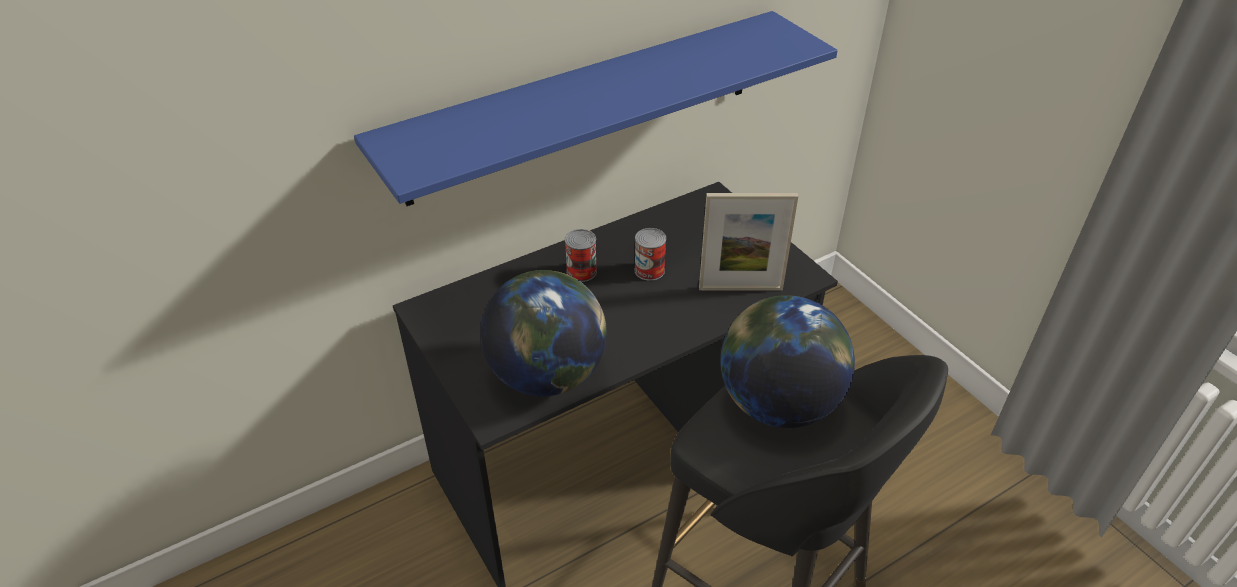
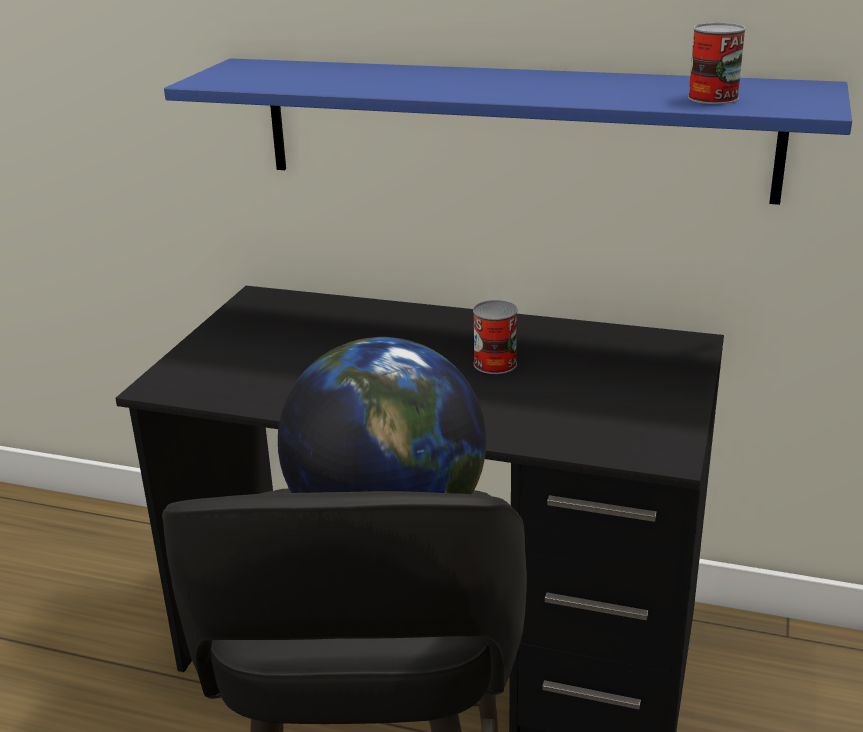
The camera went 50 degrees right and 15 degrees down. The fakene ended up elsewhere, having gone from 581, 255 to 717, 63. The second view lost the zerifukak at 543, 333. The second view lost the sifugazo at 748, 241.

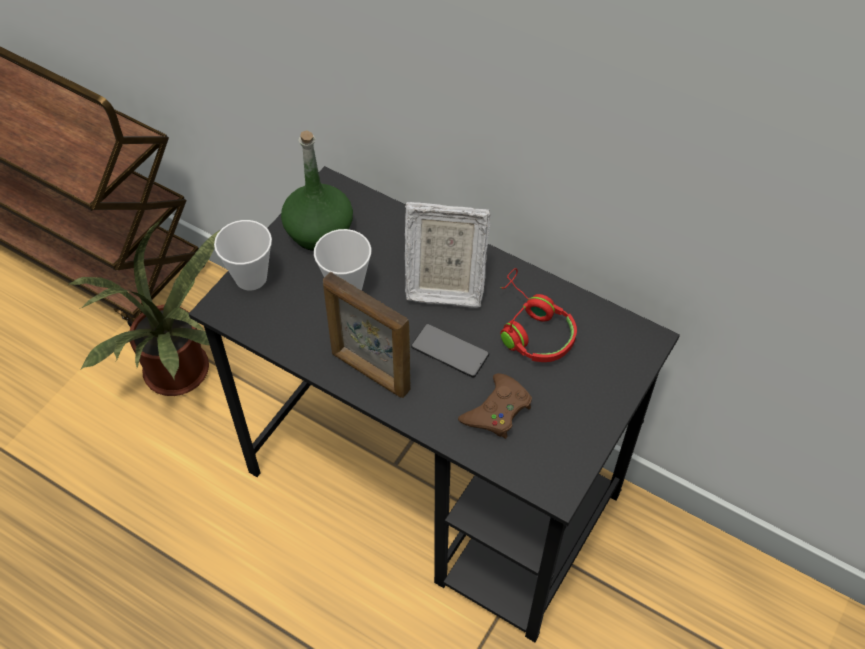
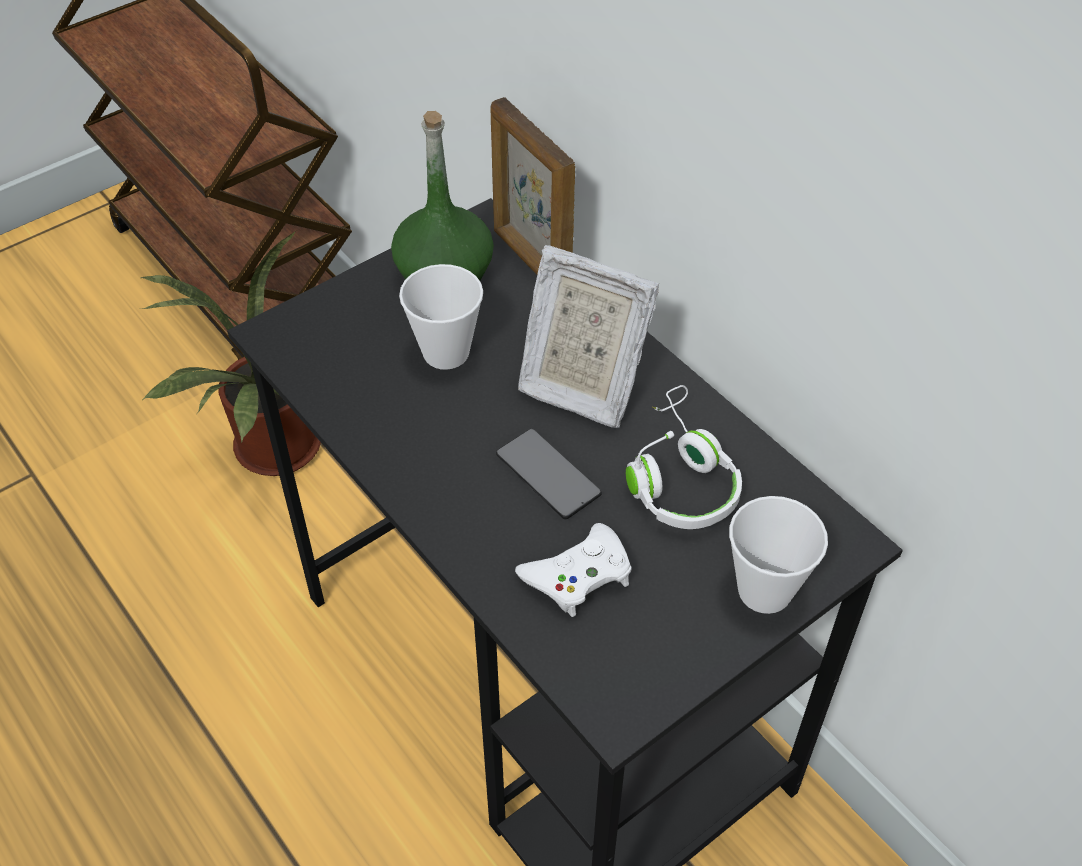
The camera went 20 degrees right and 5 degrees down. The sifugazo ended up elsewhere, having gone from 367, 335 to 532, 186. What was the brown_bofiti at 495, 406 turned into the white_bofiti at 573, 570. What was the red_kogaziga at 538, 315 turned into the white_kogaziga at 684, 457. The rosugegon ended up elsewhere, having gone from 243, 255 to 778, 555.

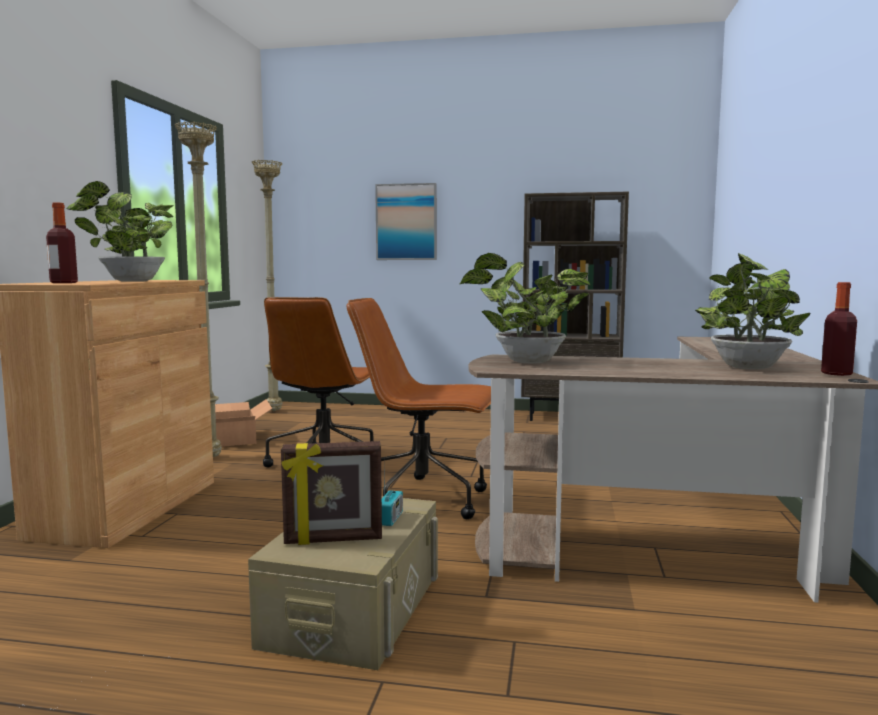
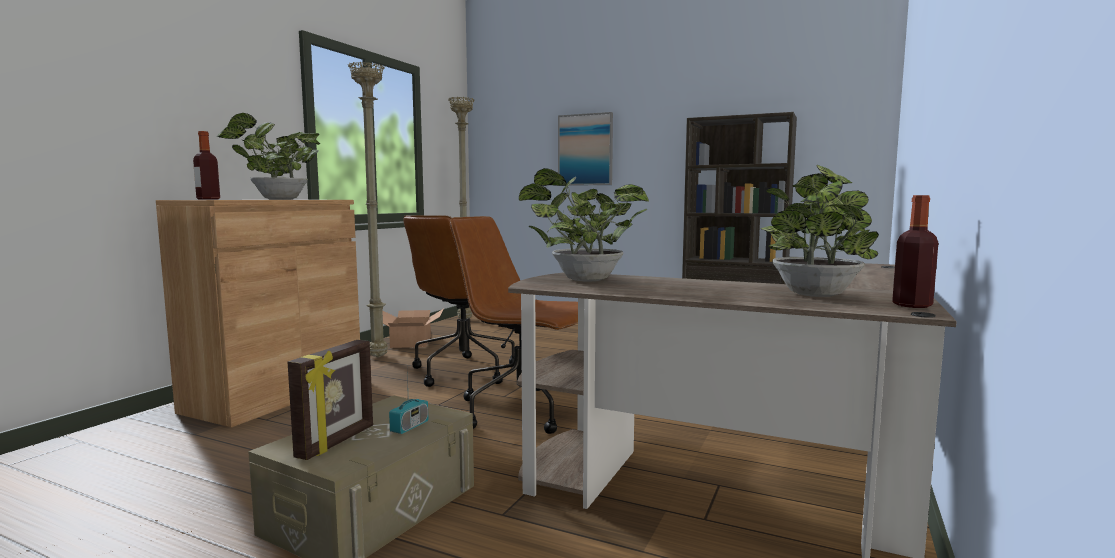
The camera went 15 degrees right and 0 degrees up. The sifugazo at 331, 493 ended up facing another way, 75 degrees counterclockwise from before.

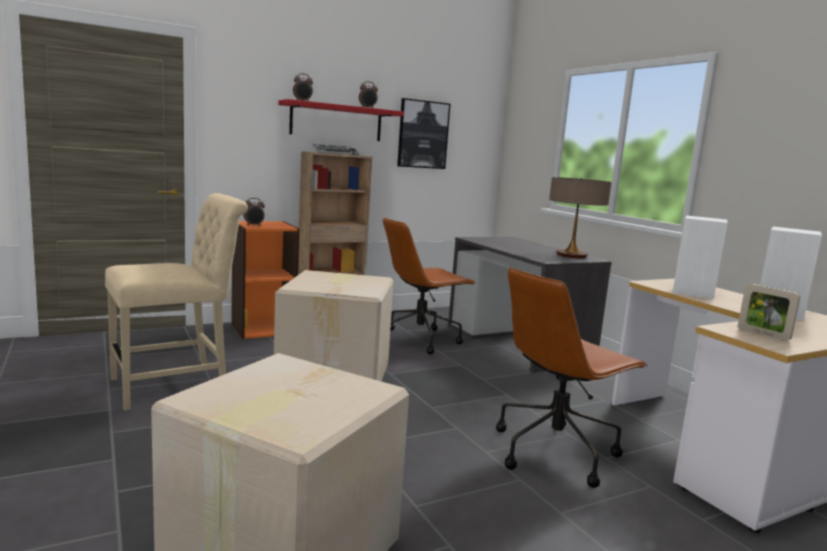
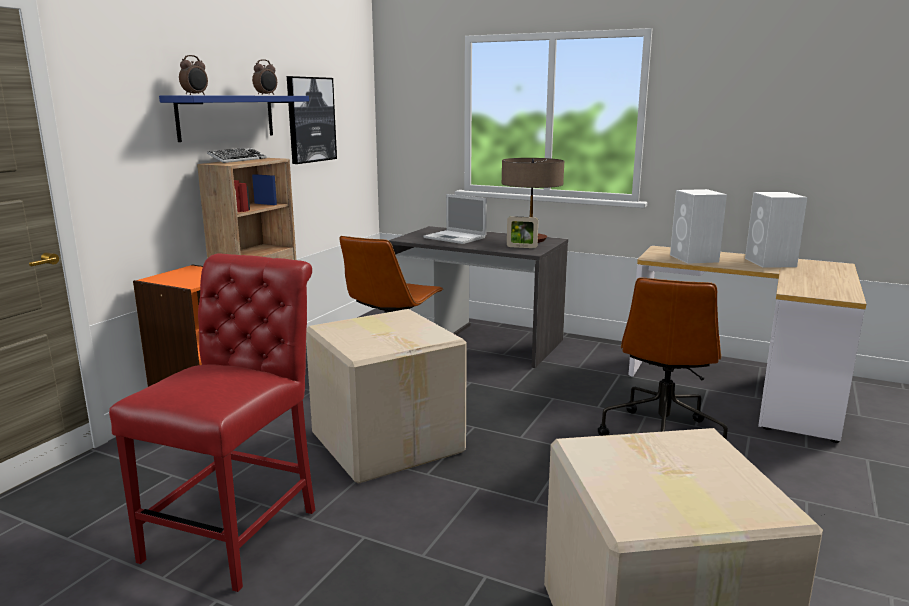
The camera went 35 degrees left and 5 degrees up. What was the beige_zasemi at 176, 301 turned into the red_zasemi at 212, 422. What was the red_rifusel at 341, 120 turned into the blue_rifusel at 234, 119. The second view gained the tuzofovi at 455, 219. The sifugazo ended up elsewhere, having gone from 769, 312 to 522, 232. The second view lost the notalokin at 254, 212.

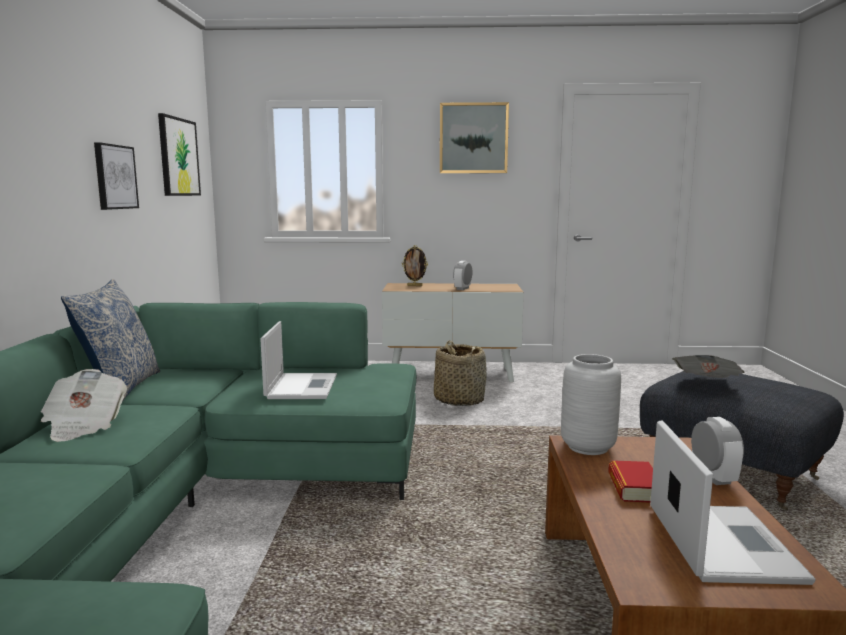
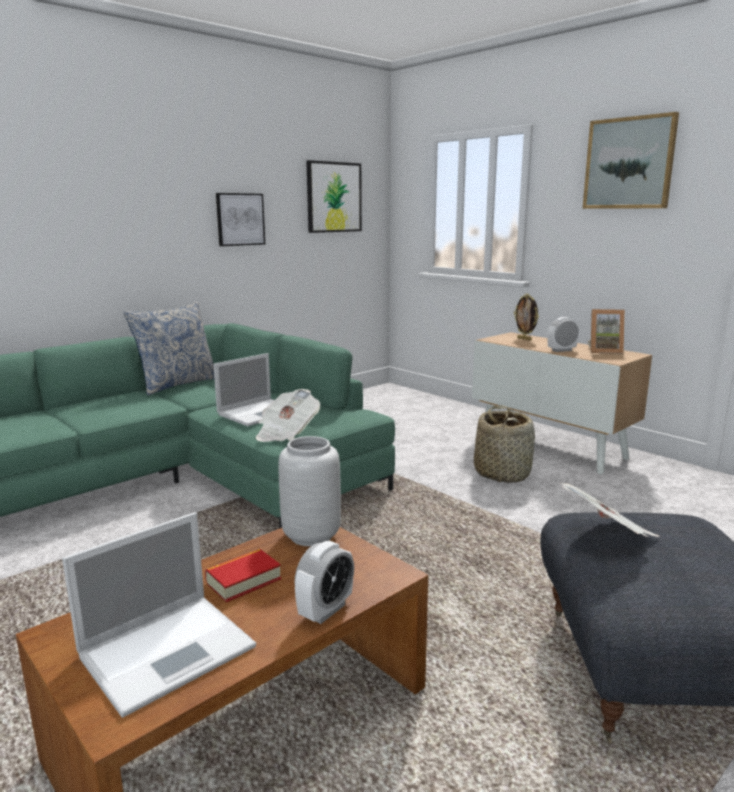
The camera went 45 degrees right and 5 degrees up. The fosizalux ended up elsewhere, having gone from 84, 405 to 288, 415. The second view gained the sifugazo at 606, 331.

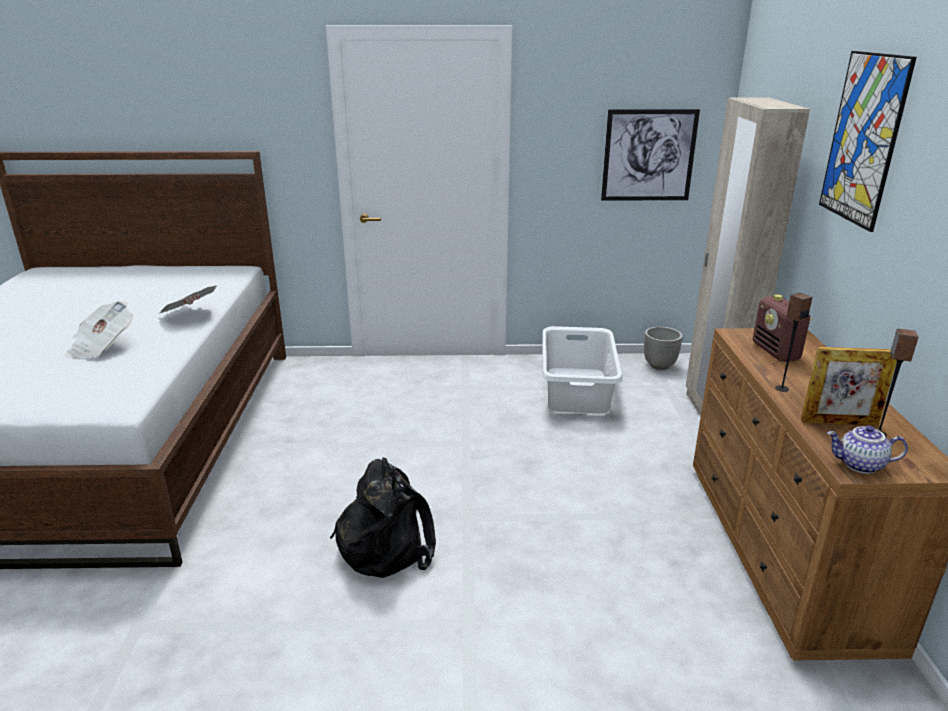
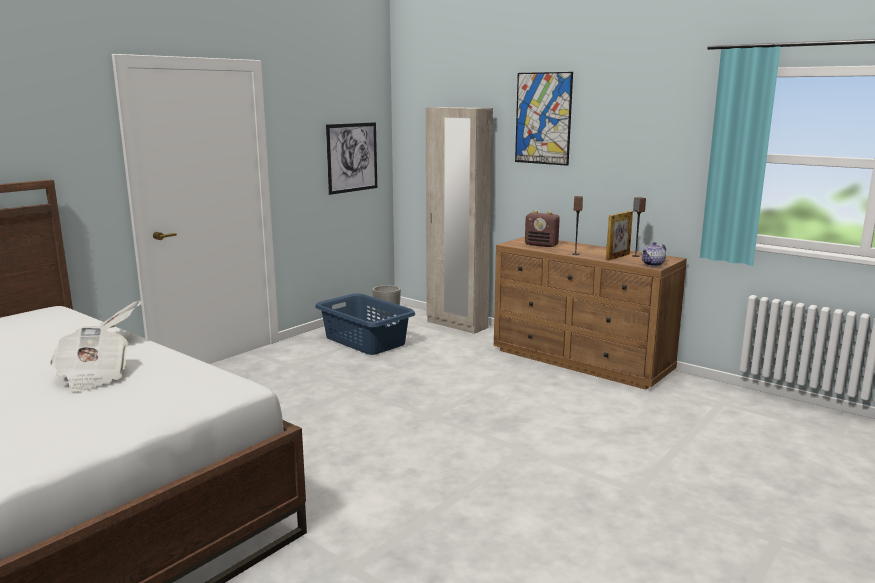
The camera went 50 degrees left and 10 degrees down. What was the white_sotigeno at 582, 369 turned into the blue_sotigeno at 365, 324. The second view lost the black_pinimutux at 383, 518.

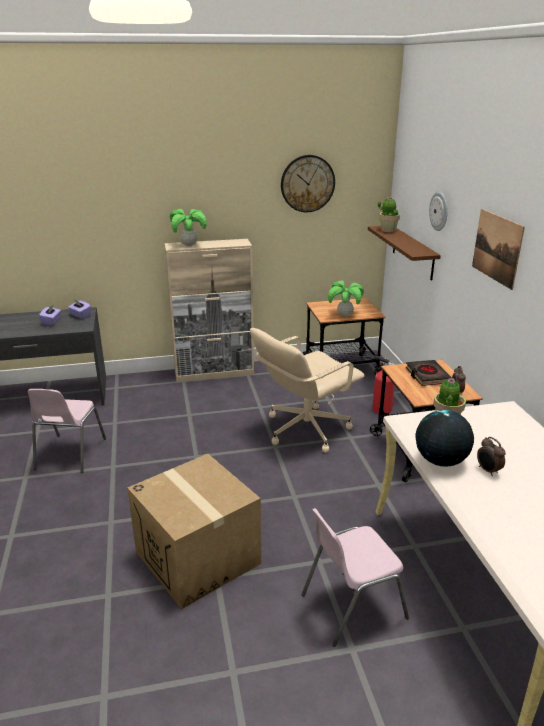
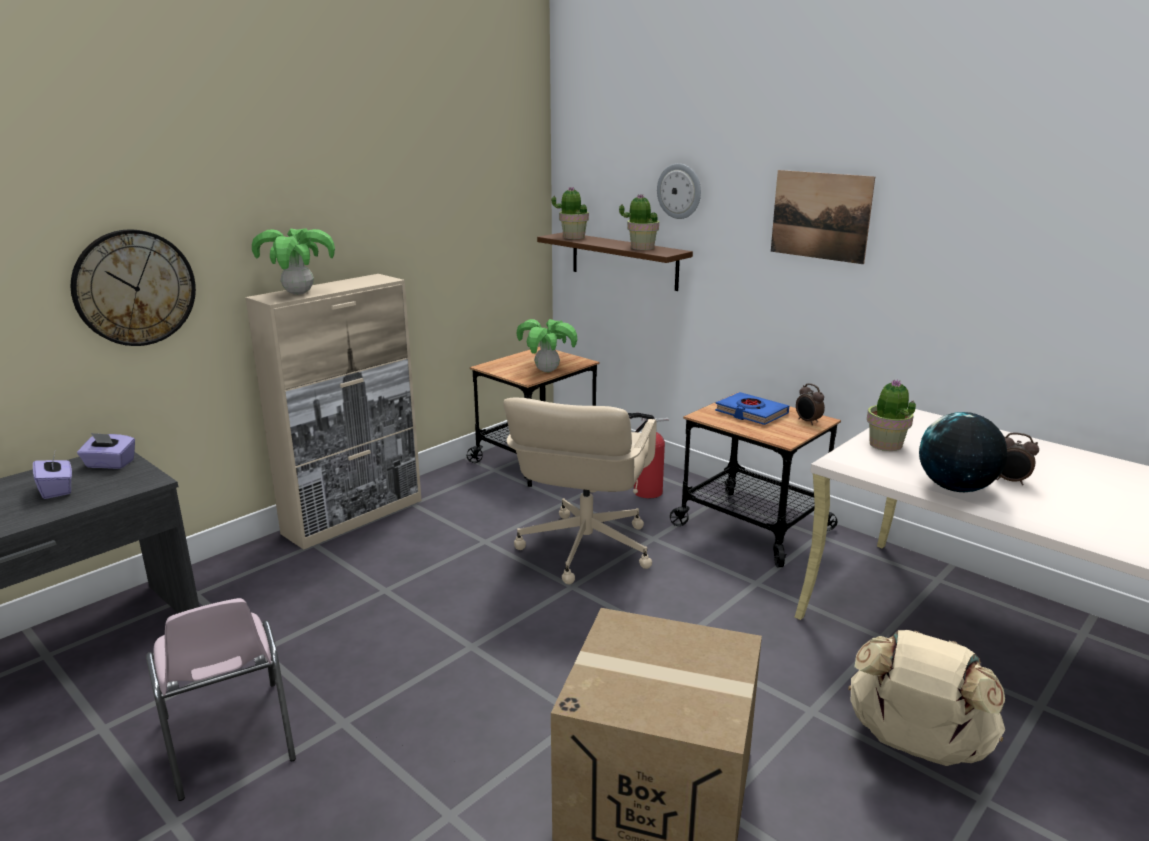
The camera went 35 degrees left and 5 degrees down. The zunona ended up elsewhere, having gone from 308, 183 to 133, 287. The second view gained the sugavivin at 639, 222. What was the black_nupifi at 429, 373 turned into the blue_nupifi at 752, 408. Where the pink_zasemi stood at 355, 577, the beige_pinimutux came to stand at 926, 698.

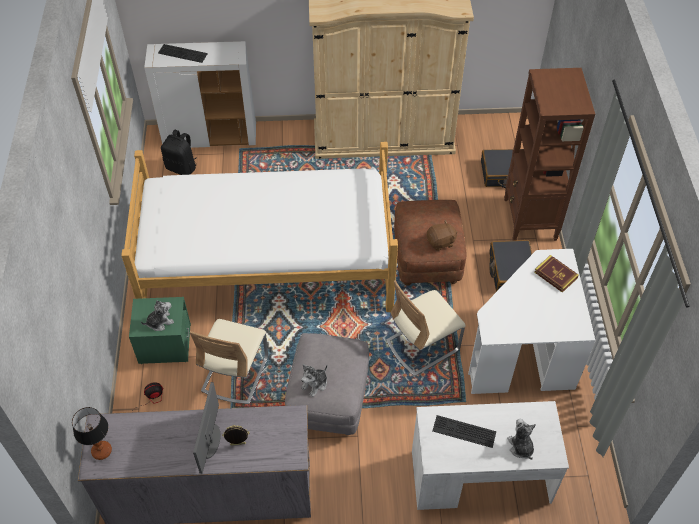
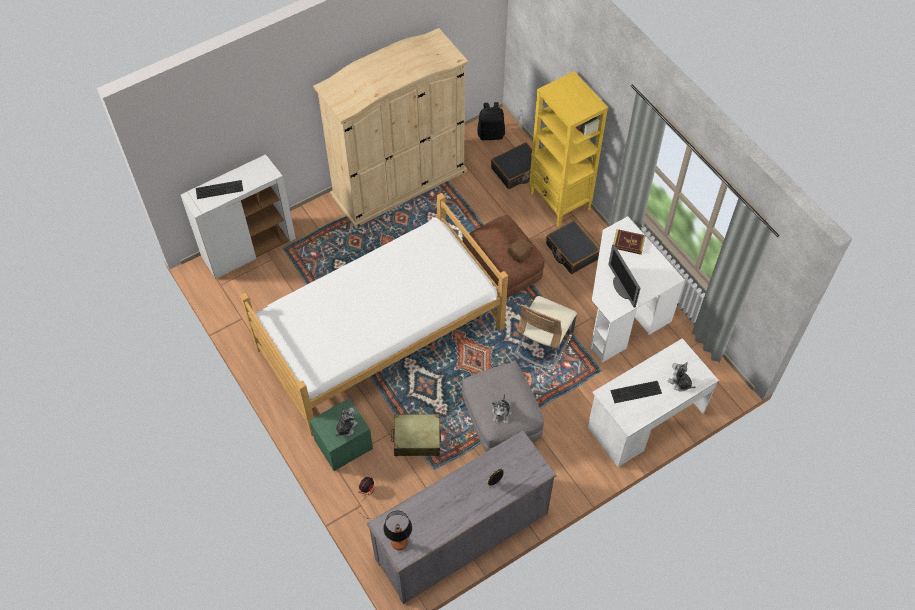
The camera went 30 degrees left and 5 degrees up. Where the beige_zasemi stood at 229, 361, the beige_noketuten came to stand at 416, 435. The black_pinimutux ended up elsewhere, having gone from 179, 152 to 491, 121. What was the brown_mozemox at 549, 154 turned into the yellow_mozemox at 568, 149. The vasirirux ended up elsewhere, having gone from 207, 428 to 624, 276.

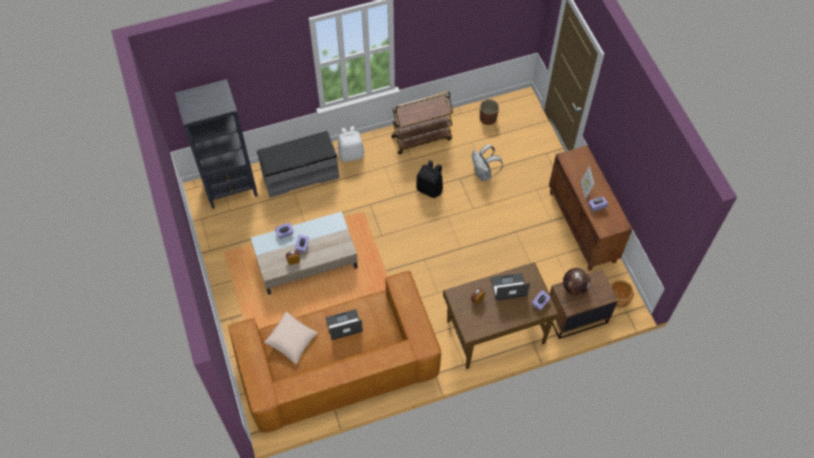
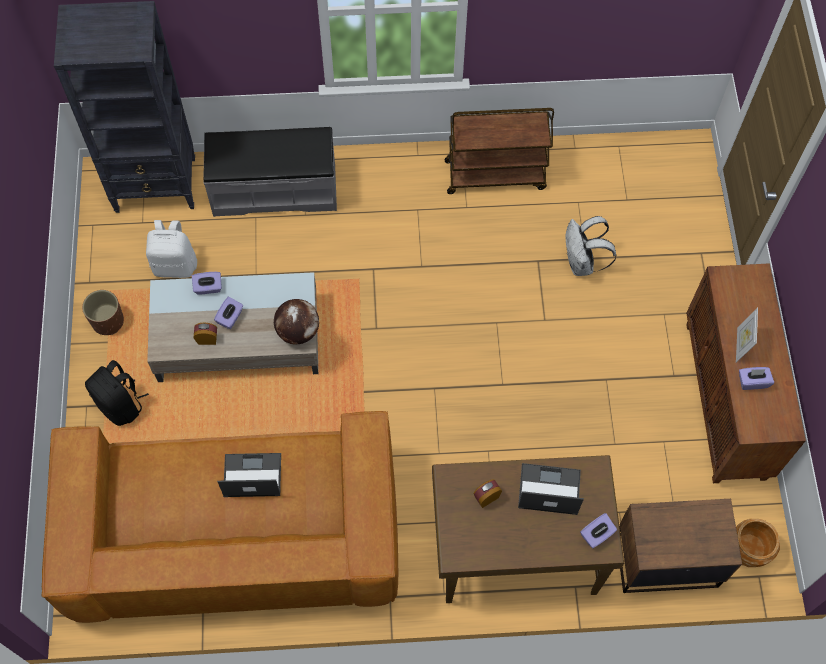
The camera went 15 degrees right and 5 degrees up. The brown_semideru ended up elsewhere, having gone from 489, 112 to 103, 312. The black_pinimutux ended up elsewhere, having gone from 429, 179 to 117, 393. The white_pinimutux ended up elsewhere, having gone from 351, 144 to 171, 249. The zerifukak ended up elsewhere, having gone from 577, 281 to 296, 322. The second view lost the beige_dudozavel at 290, 338.

